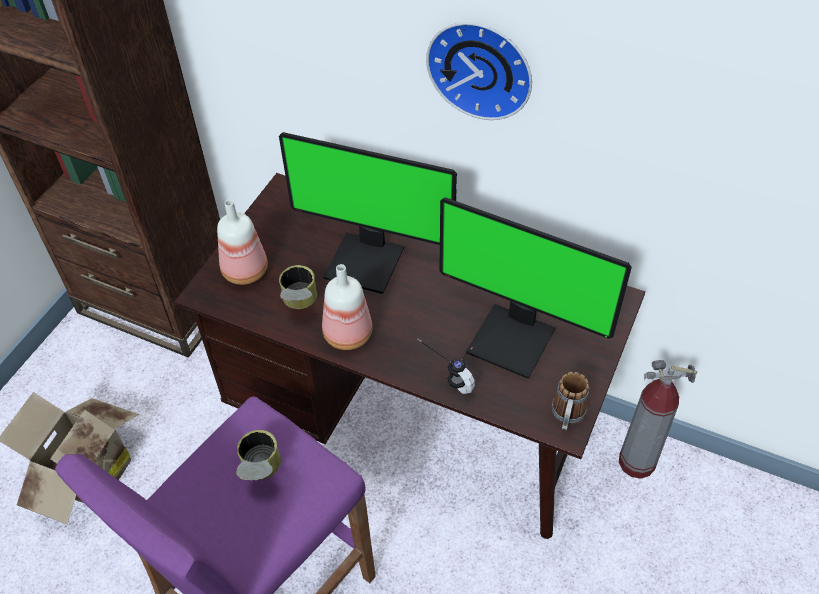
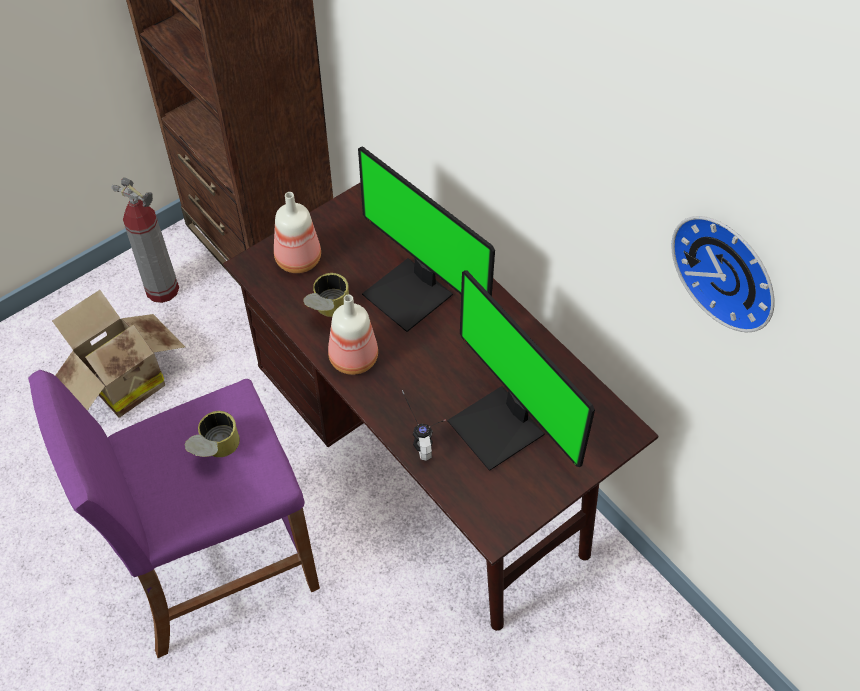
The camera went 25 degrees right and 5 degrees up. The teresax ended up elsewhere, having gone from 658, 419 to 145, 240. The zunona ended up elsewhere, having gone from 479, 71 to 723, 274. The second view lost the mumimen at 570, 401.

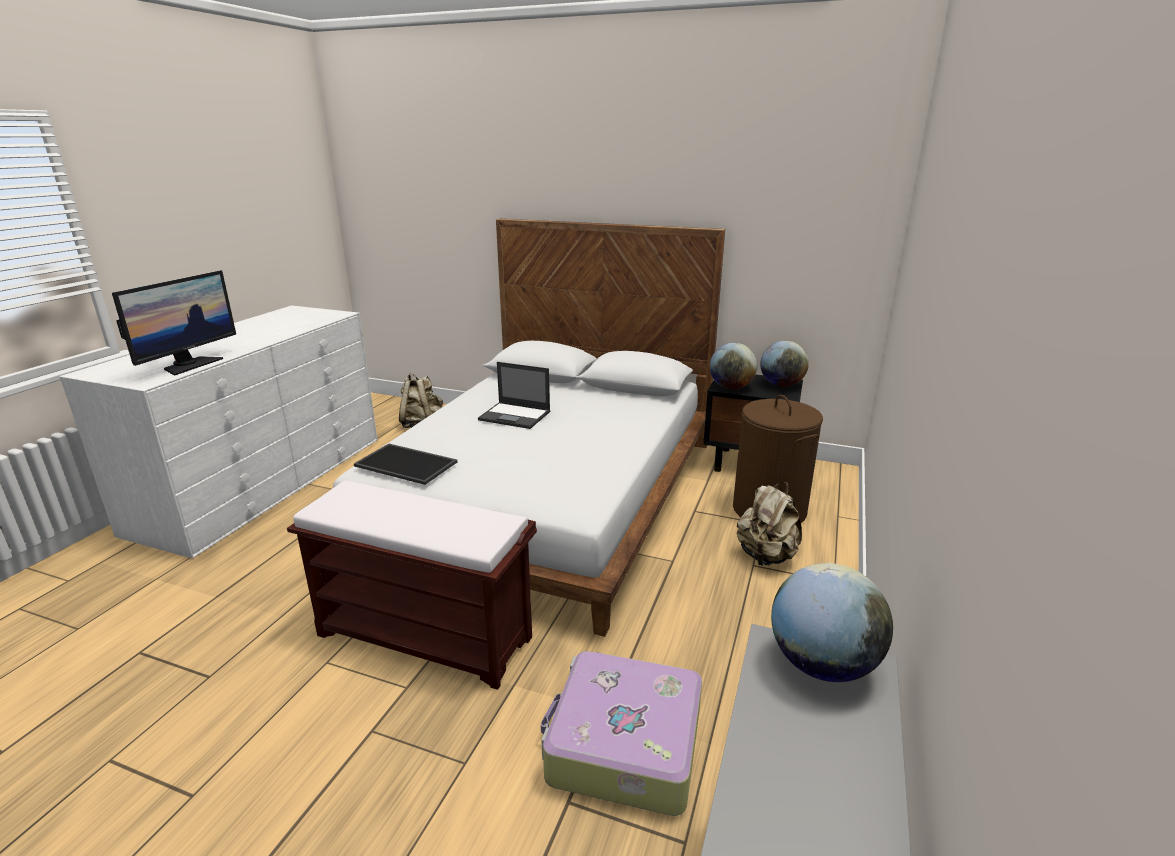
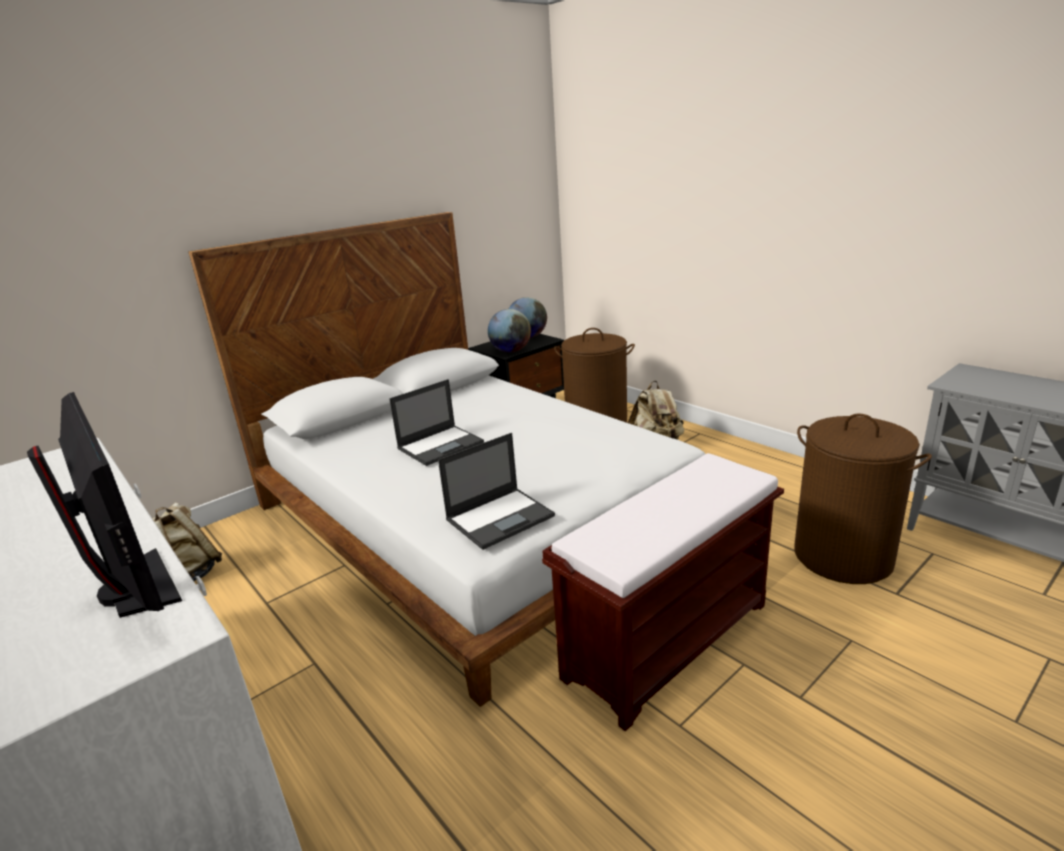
The camera went 60 degrees left and 0 degrees up. Where the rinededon stood at 405, 464, the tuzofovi came to stand at 496, 491. Where the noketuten stood at 621, 733, the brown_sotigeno came to stand at 863, 498. The second view lost the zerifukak at 832, 622.

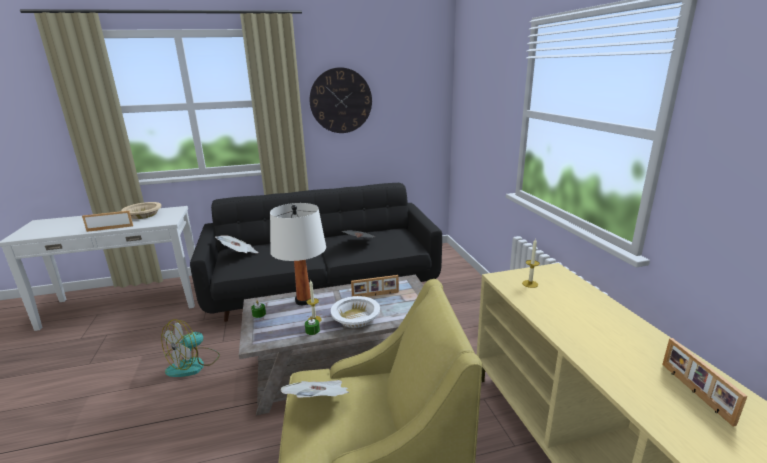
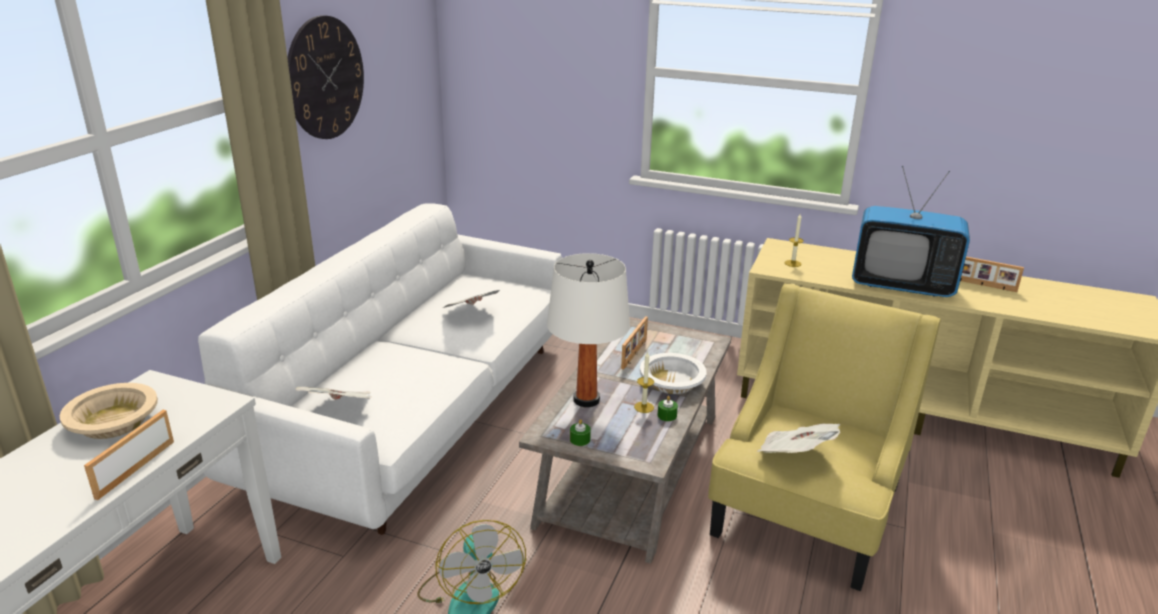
The camera went 55 degrees left and 5 degrees up. What was the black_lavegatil at 316, 252 turned into the white_lavegatil at 380, 369. The second view gained the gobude at 911, 231.

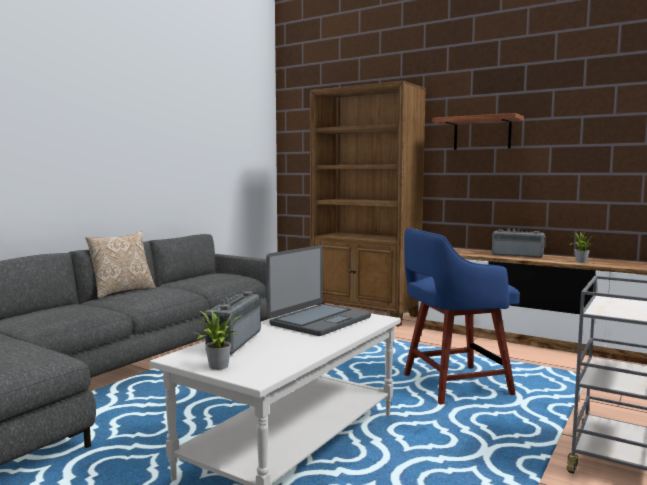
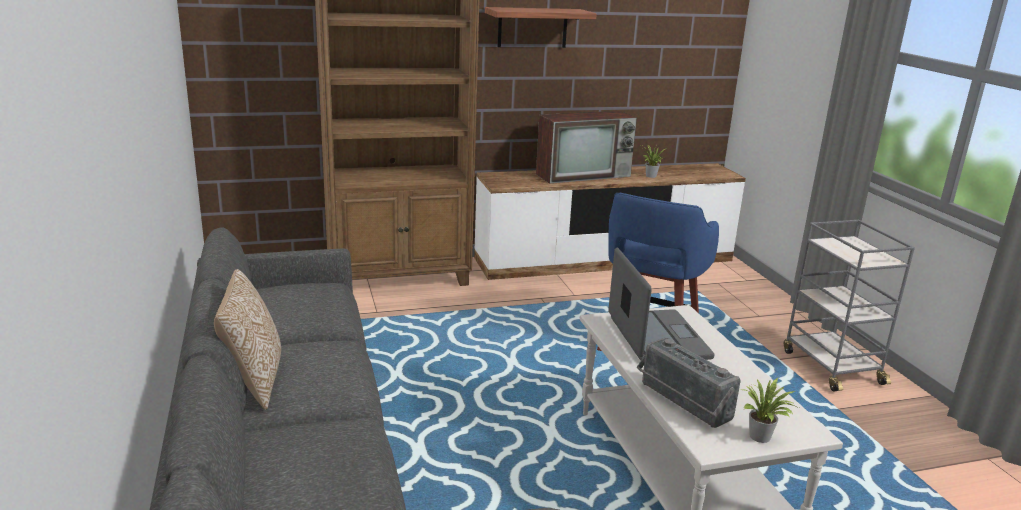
The camera went 50 degrees left and 15 degrees up. Where the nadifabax stood at 519, 243, the gobude came to stand at 586, 147.

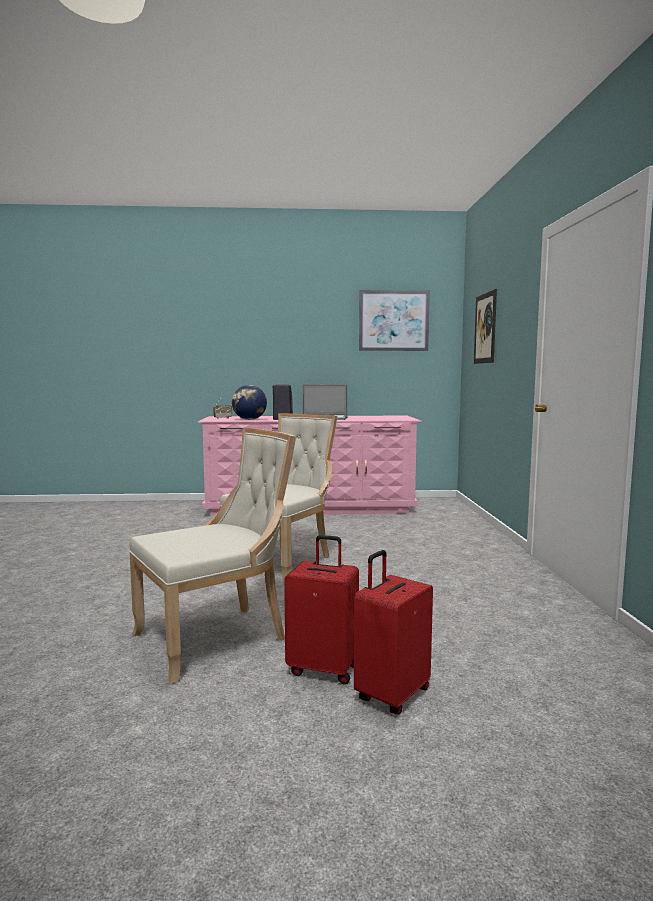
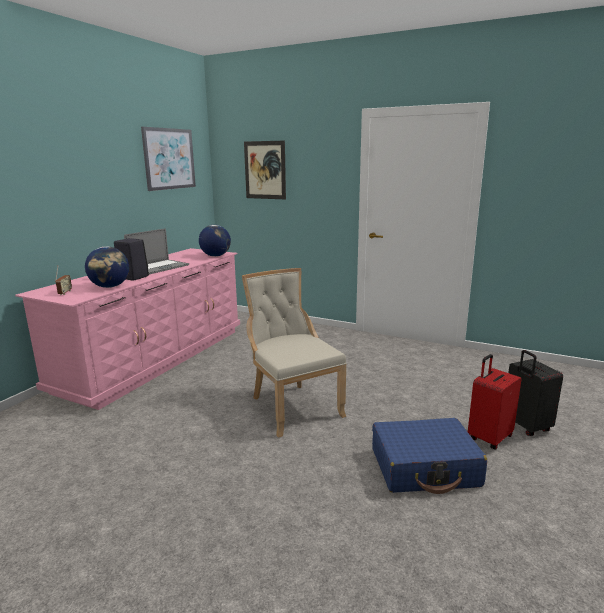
The camera went 60 degrees left and 10 degrees up. The second view gained the zerifukak at 215, 241. Where the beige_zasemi stood at 212, 556, the blue_noketuten came to stand at 429, 456. What was the red_noketuten at 393, 632 turned into the black_noketuten at 535, 393.

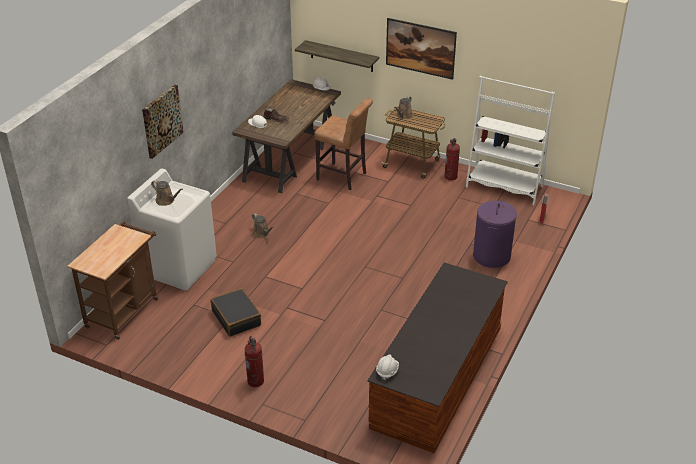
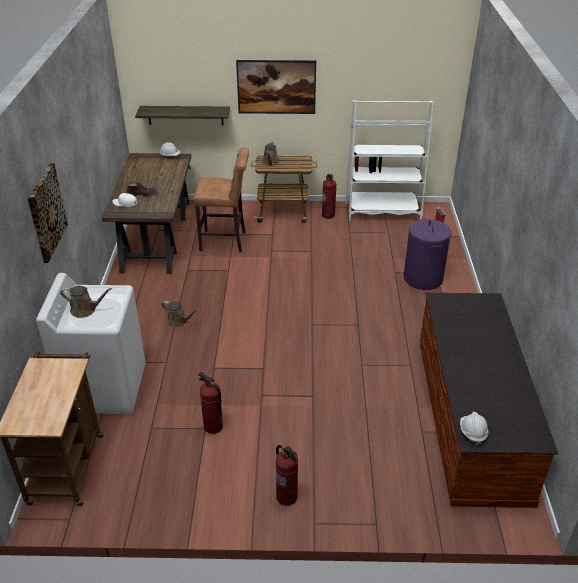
The camera went 25 degrees left and 0 degrees up. Where the black_noketuten stood at 236, 312, the teresax came to stand at 210, 403.

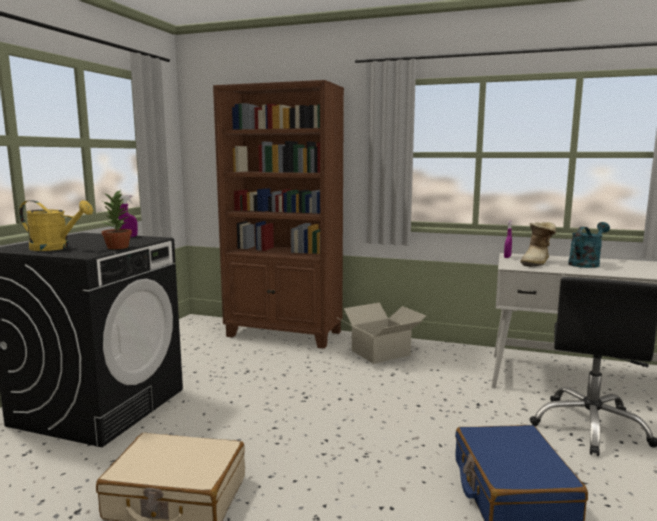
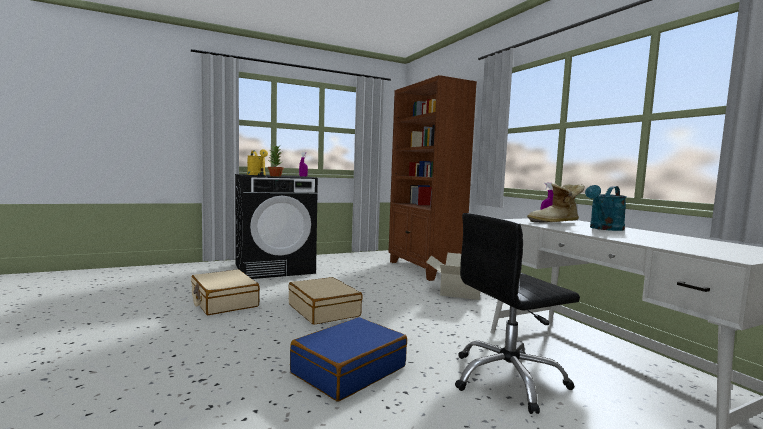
The camera went 45 degrees right and 5 degrees down. The second view gained the beige_noketuten at 325, 301. The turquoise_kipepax at 589, 245 ended up facing another way, 135 degrees clockwise from before.

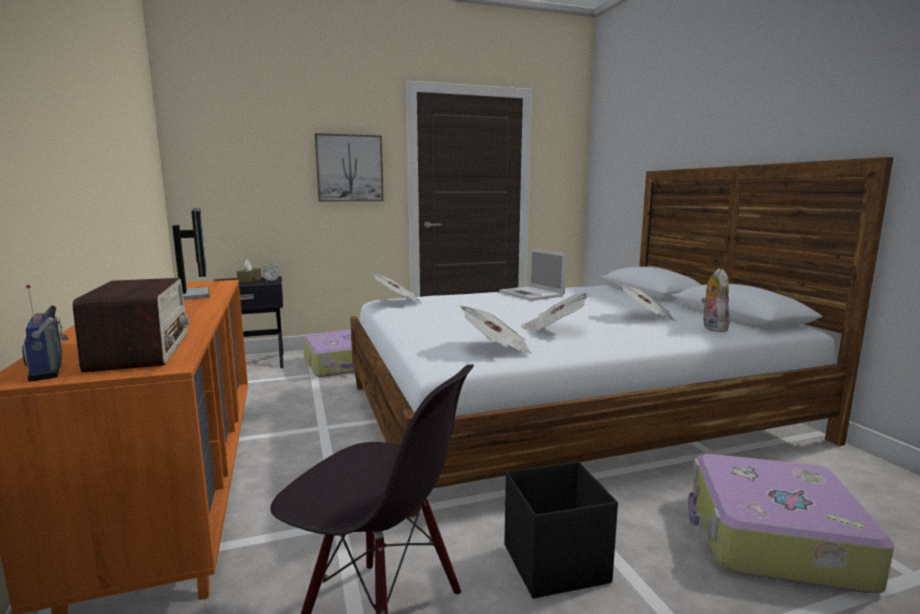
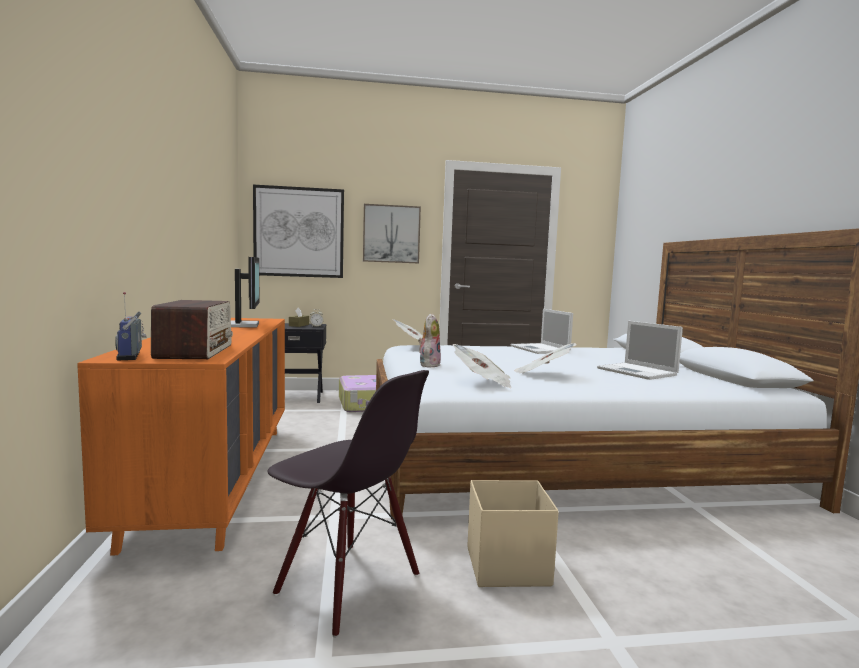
The camera went 10 degrees right and 5 degrees down. The second view gained the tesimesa at 298, 231. The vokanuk ended up elsewhere, having gone from 715, 300 to 429, 340. What was the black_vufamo at 561, 530 turned into the beige_vufamo at 513, 533. Where the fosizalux stood at 646, 301, the tuzofovi came to stand at 640, 350. The second view lost the noketuten at 791, 523.

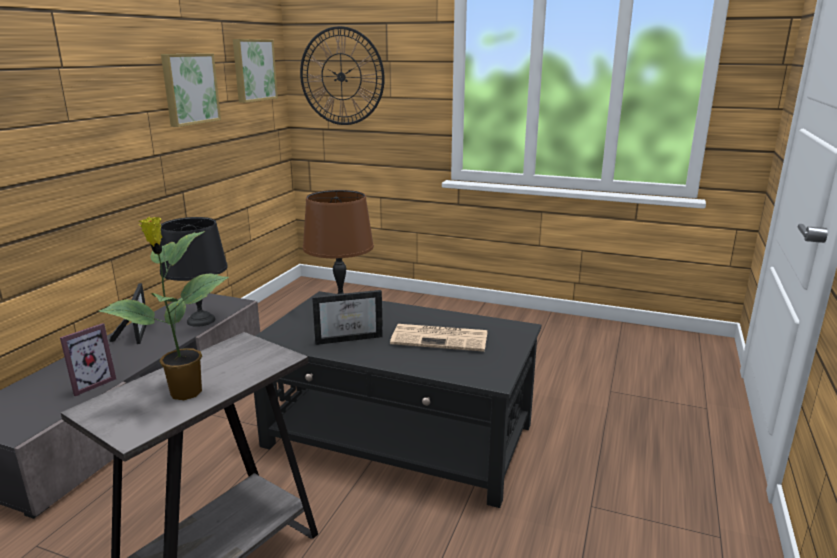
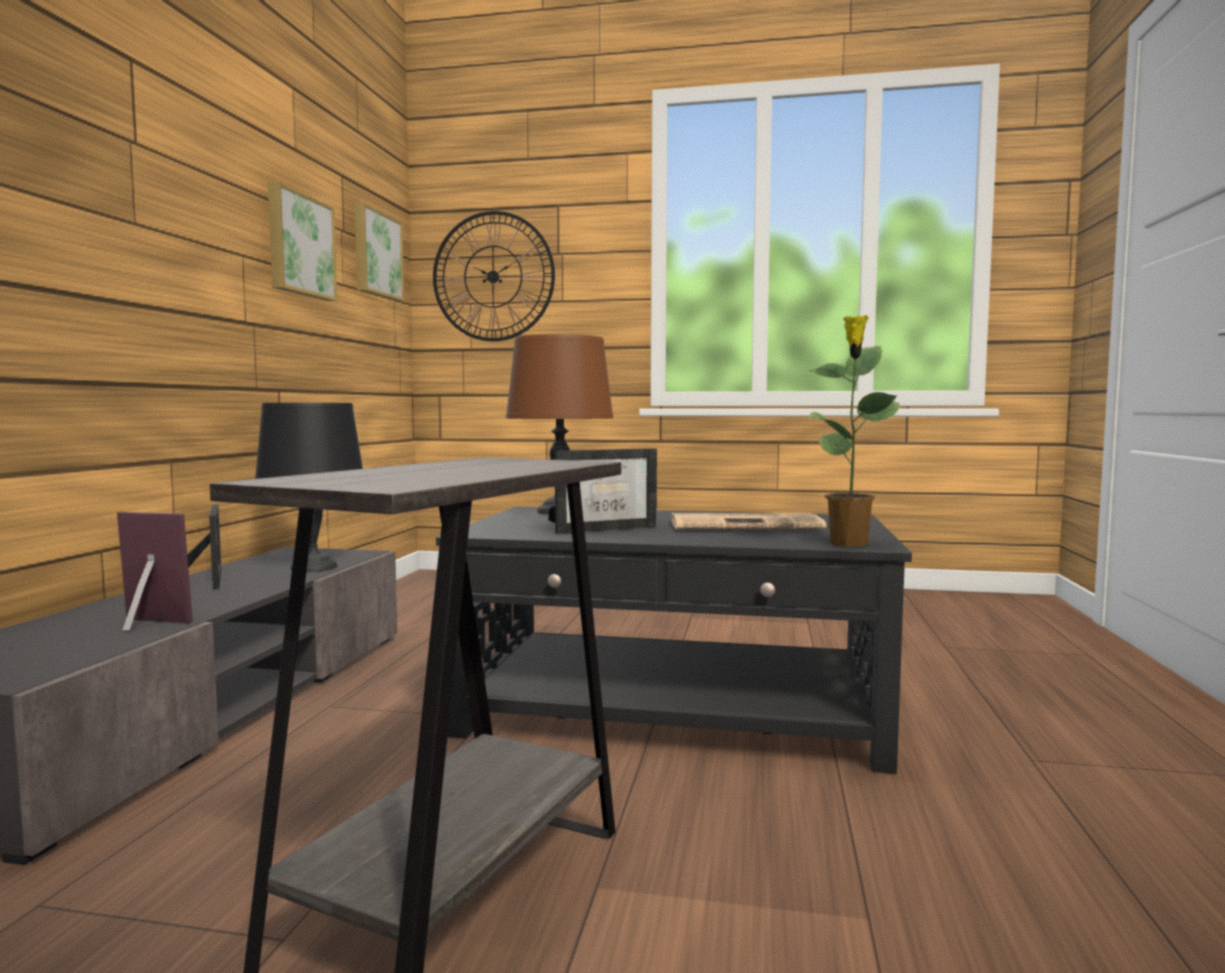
The camera went 10 degrees left and 15 degrees down. The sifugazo at 88, 359 ended up facing another way, 105 degrees counterclockwise from before. The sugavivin ended up elsewhere, having gone from 164, 308 to 853, 431.

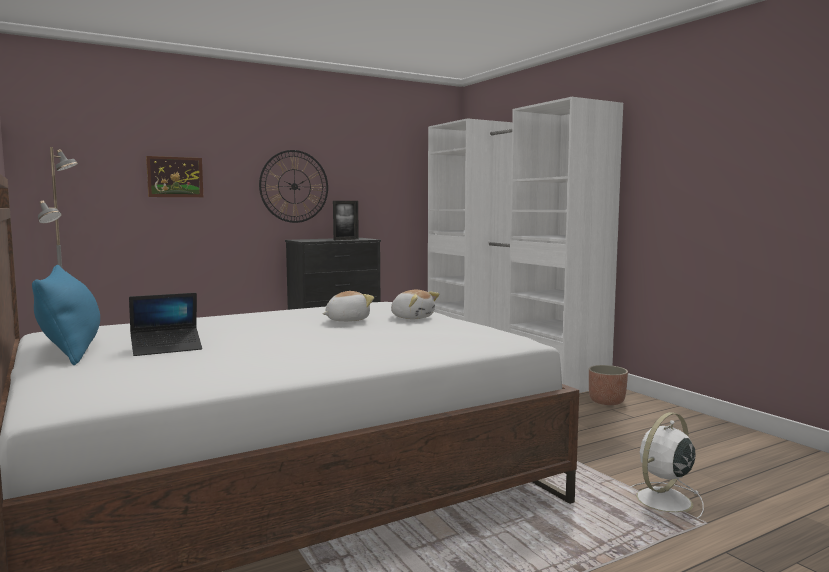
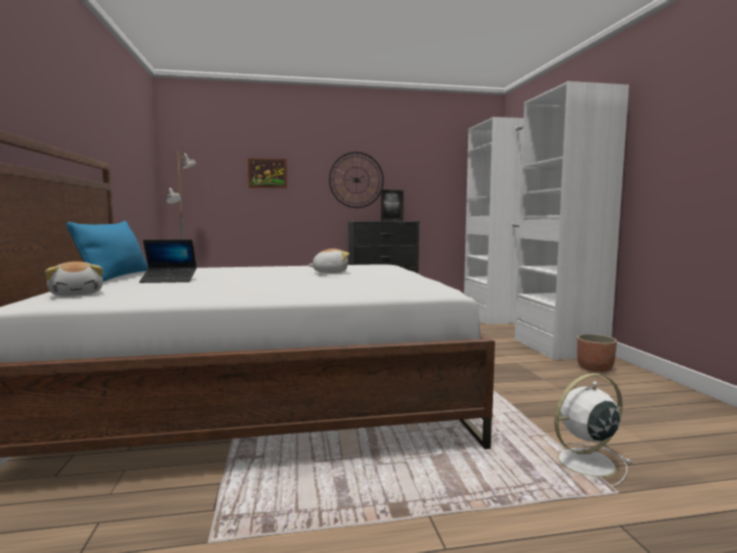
The camera went 20 degrees right and 0 degrees up. The vokanuk ended up elsewhere, having gone from 415, 304 to 74, 278.

